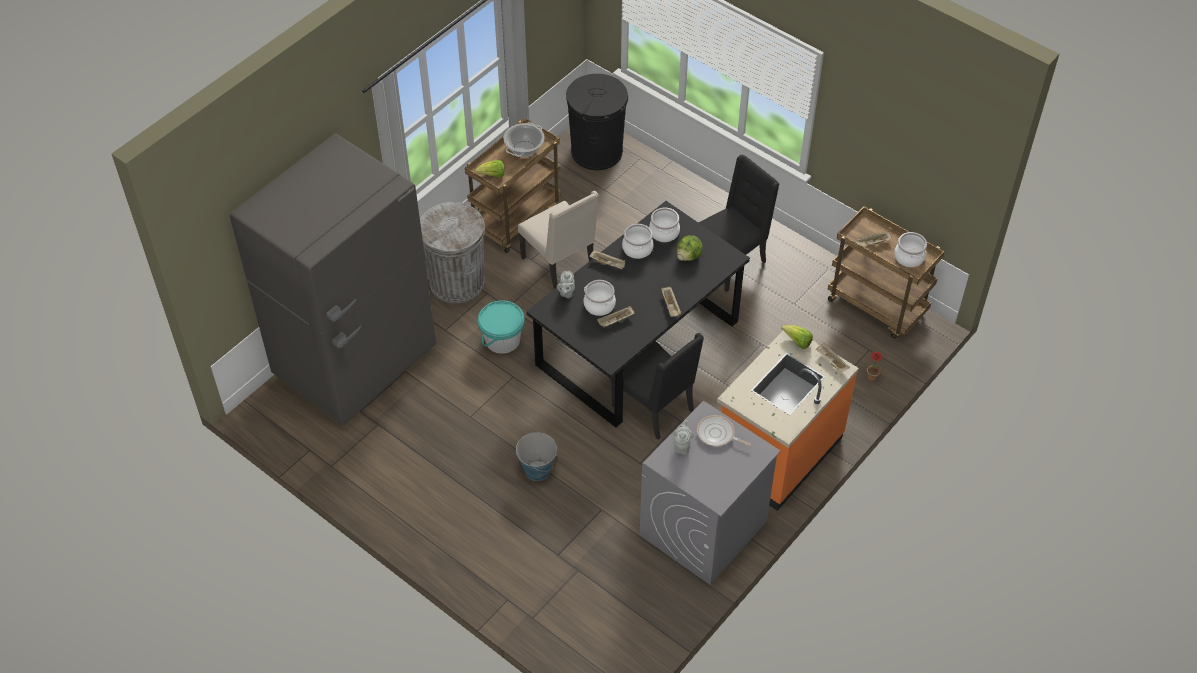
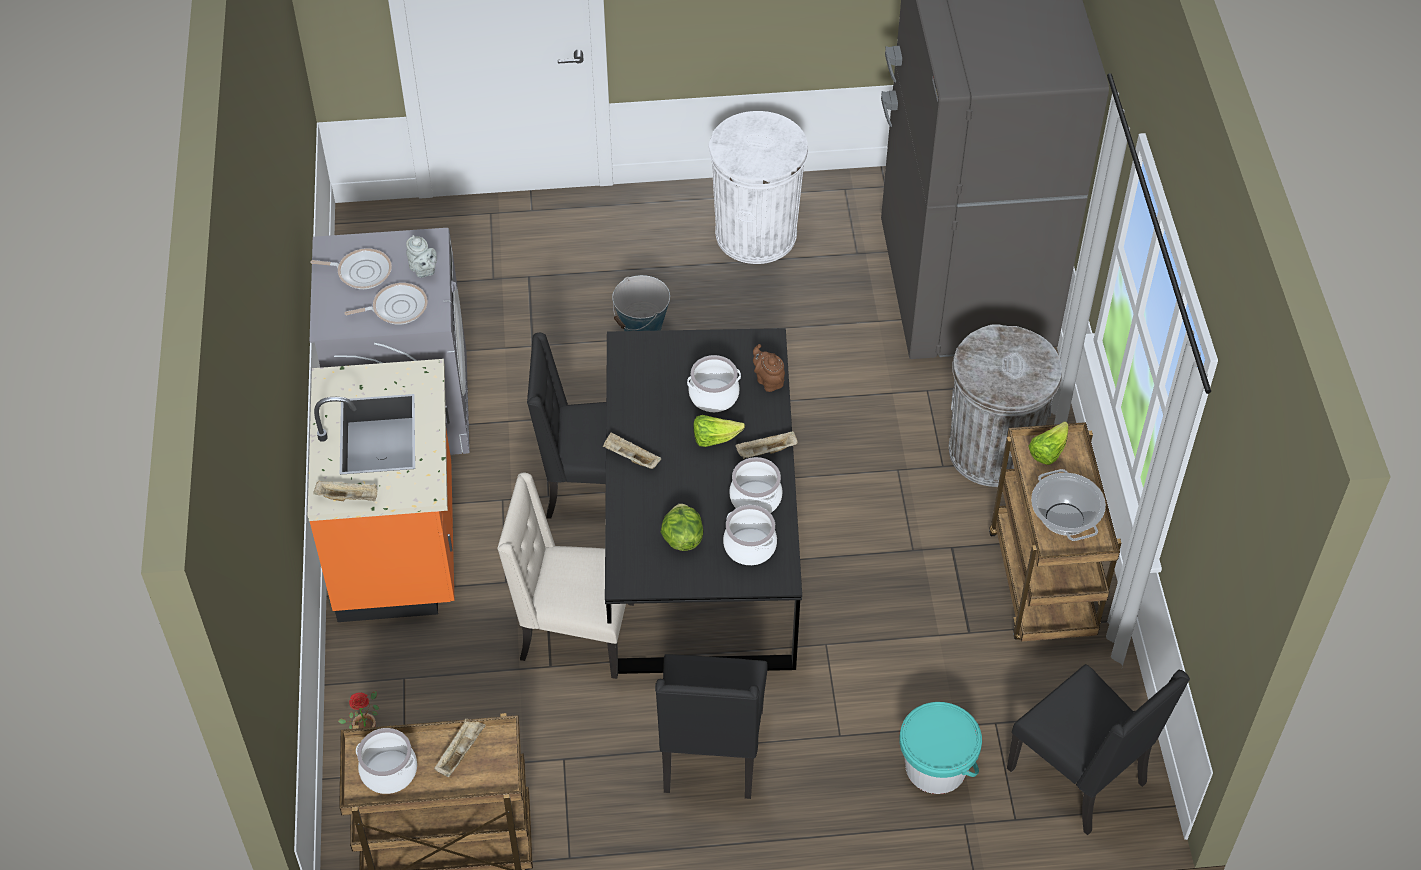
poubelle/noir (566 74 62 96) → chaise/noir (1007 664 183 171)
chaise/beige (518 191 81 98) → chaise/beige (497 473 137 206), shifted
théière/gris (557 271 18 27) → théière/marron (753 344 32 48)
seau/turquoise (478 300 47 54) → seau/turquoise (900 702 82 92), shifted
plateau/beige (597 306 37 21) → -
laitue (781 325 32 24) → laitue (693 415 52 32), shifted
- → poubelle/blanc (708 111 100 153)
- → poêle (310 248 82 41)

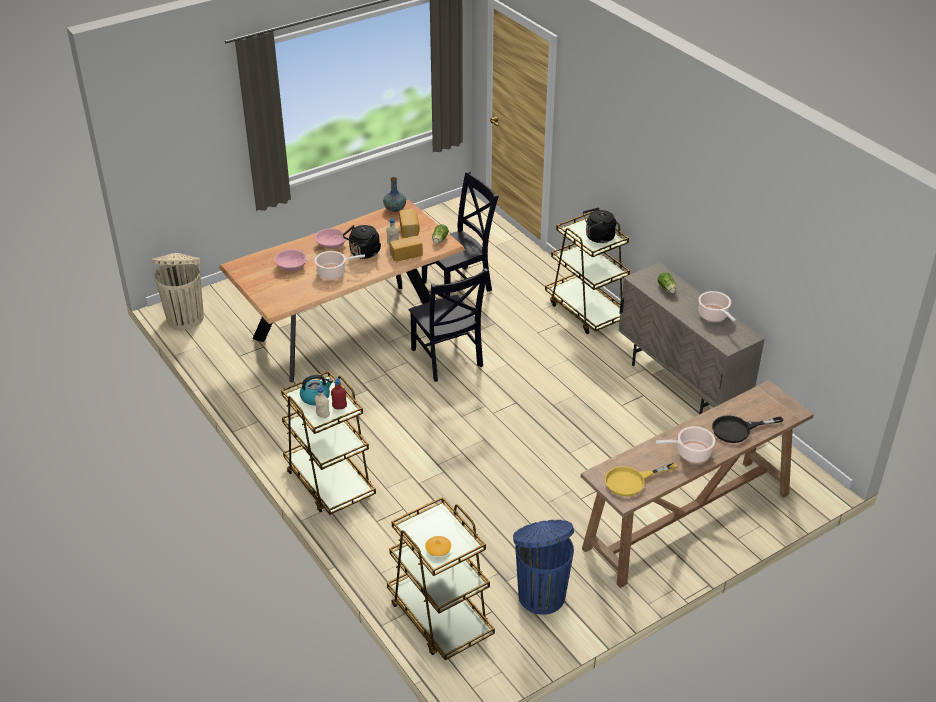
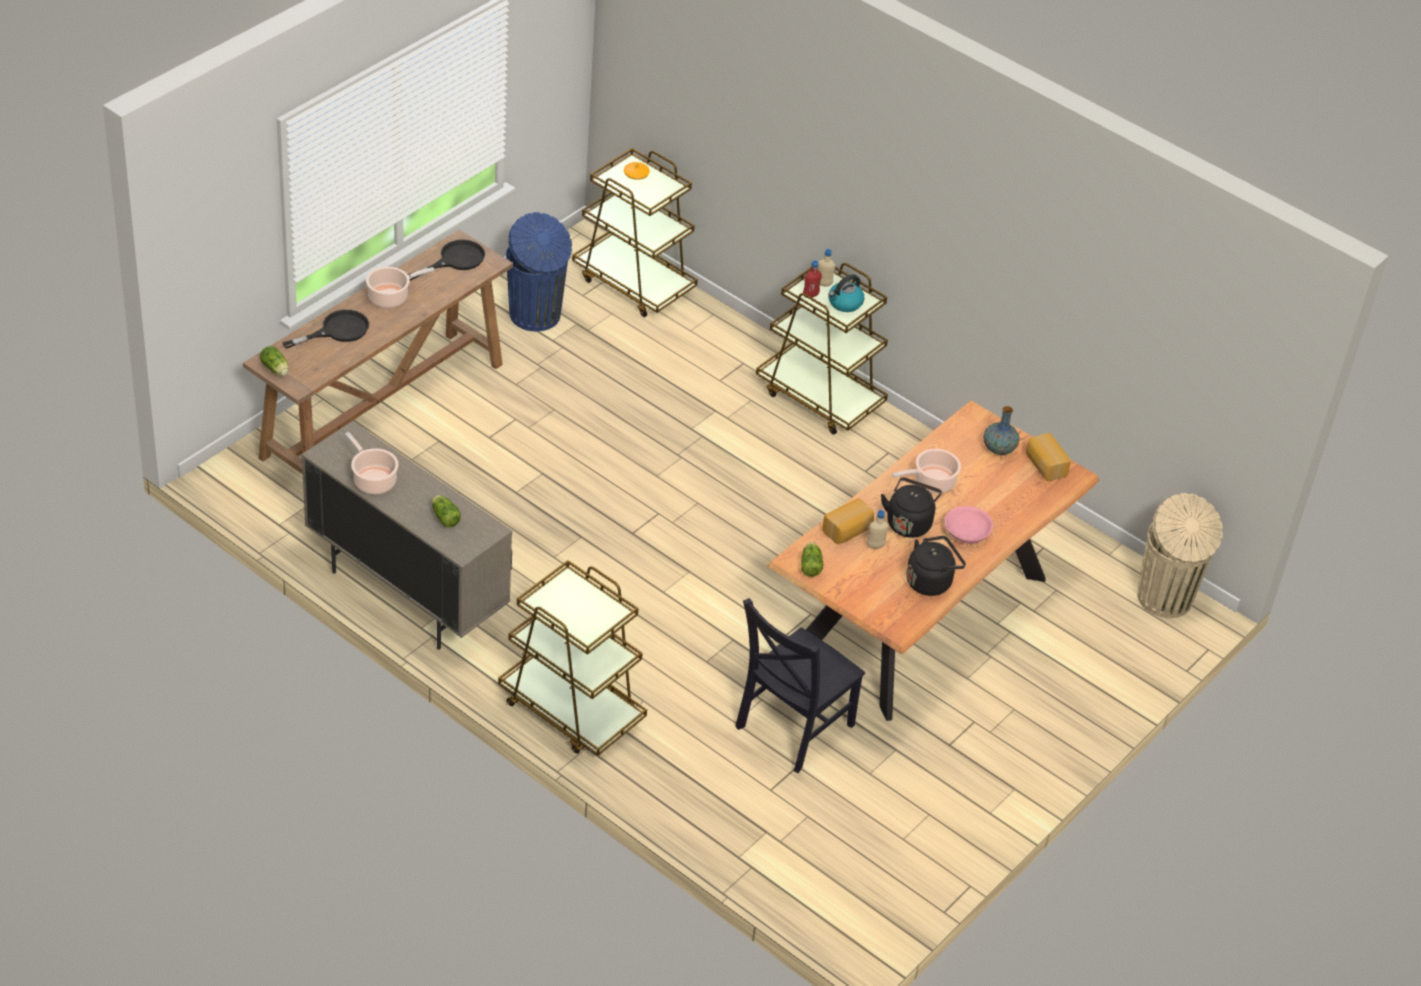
vase (383 177 23 35) → vase (983 406 36 49), shifted
bouilloire/noir (583 207 33 36) → bouilloire/noir (906 536 60 60), shifted
pain (399 209 21 29) → pain (1026 433 45 48), shifted
bol/rose (274 249 33 22) → -
chaise/noir (409 268 80 114) → -
poêle/jaune (605 463 73 33) → poêle/noir (407 240 78 40)
- → laitue (260 346 29 30)

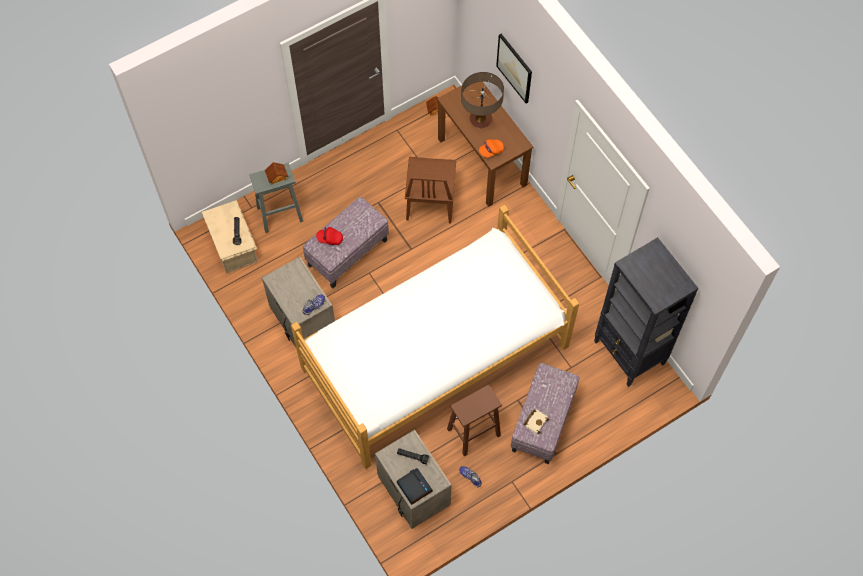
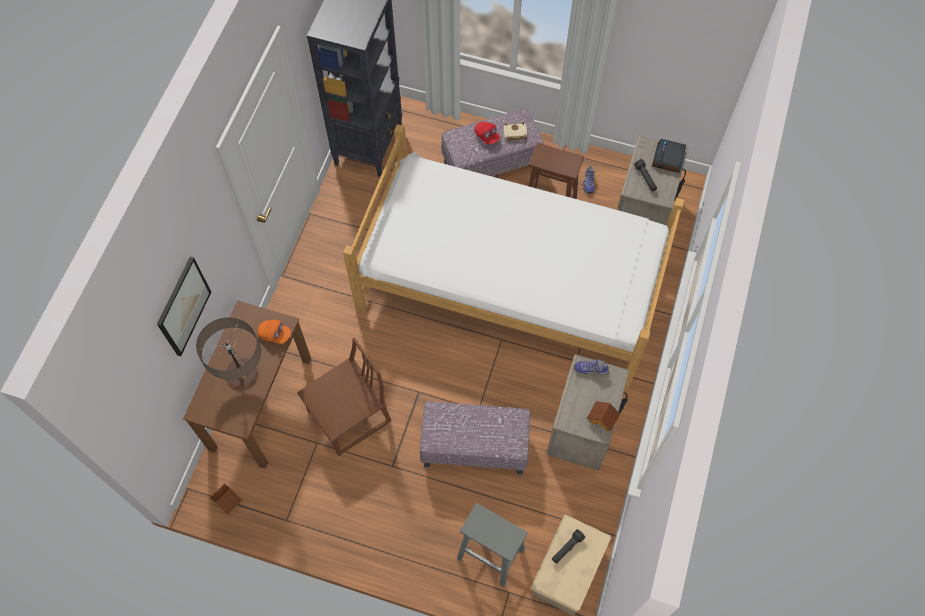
maison miniature (265 162 23 22) → maison miniature (587 401 33 31), shifted
casquette/rouge (316 227 27 18) → casquette/rouge (474 122 26 23), shifted

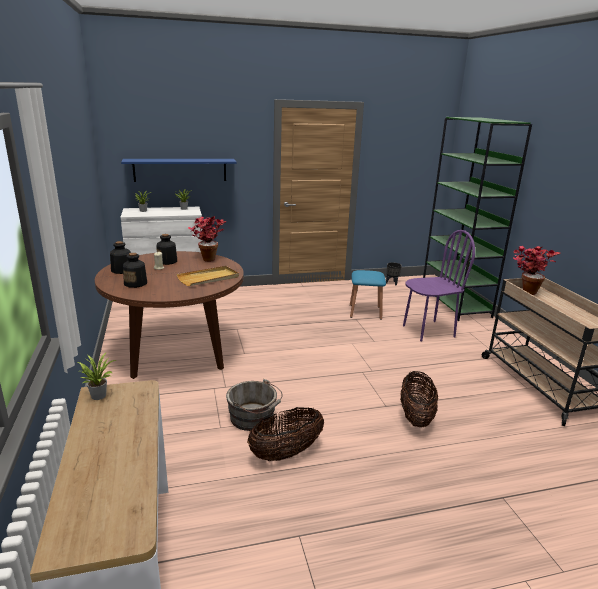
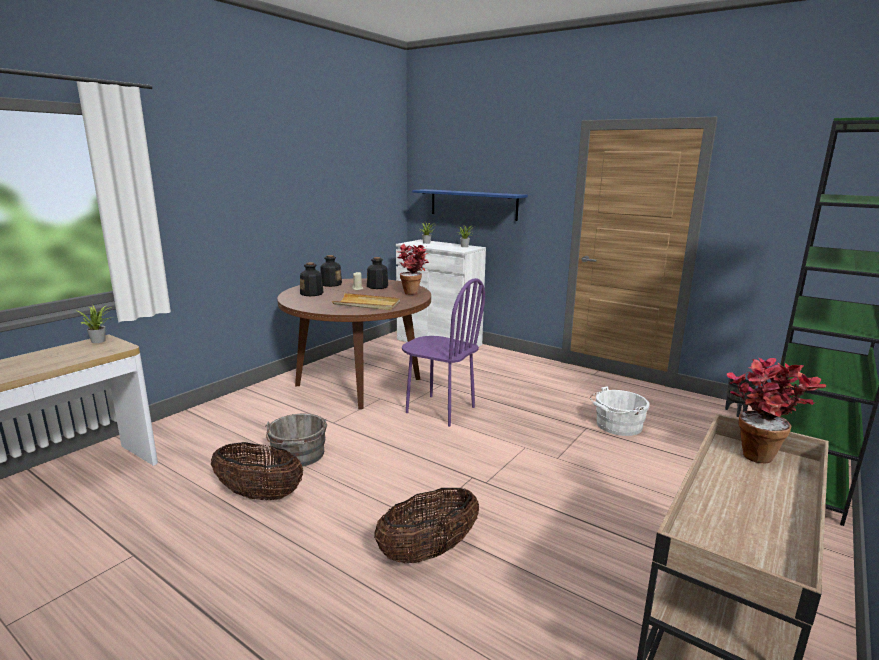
chaise/violet (403 230 72 111) → chaise/violet (402 278 83 149), shifted
tabouret/bleu (350 270 36 50) → seau/blanc (590 386 60 50)

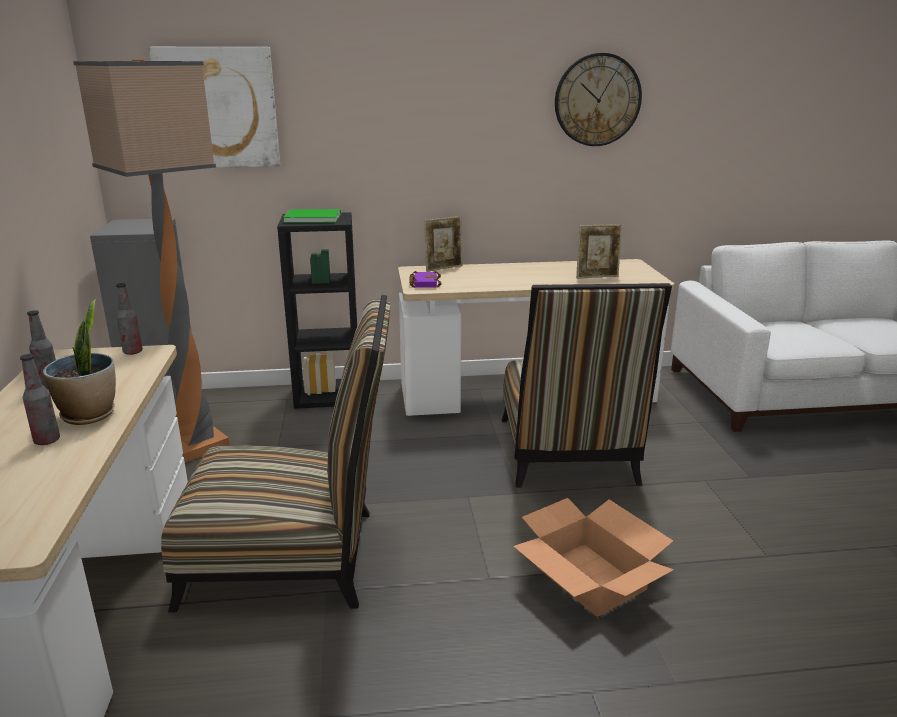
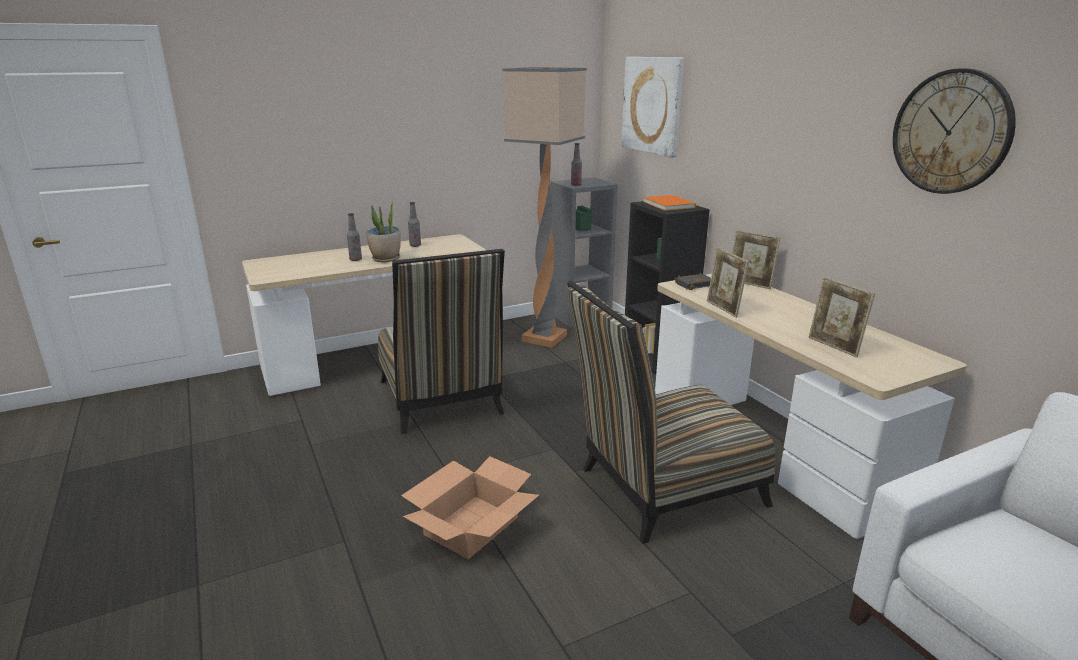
livre/vert (283 209 58 14) → livre/orange (643 195 53 16)
livre/violet (409 271 32 17) → livre/noir (675 273 36 17)
bouteille (116 283 27 72) → bouteille (571 143 11 43), shifted
- → cadre photo (707 247 42 71)

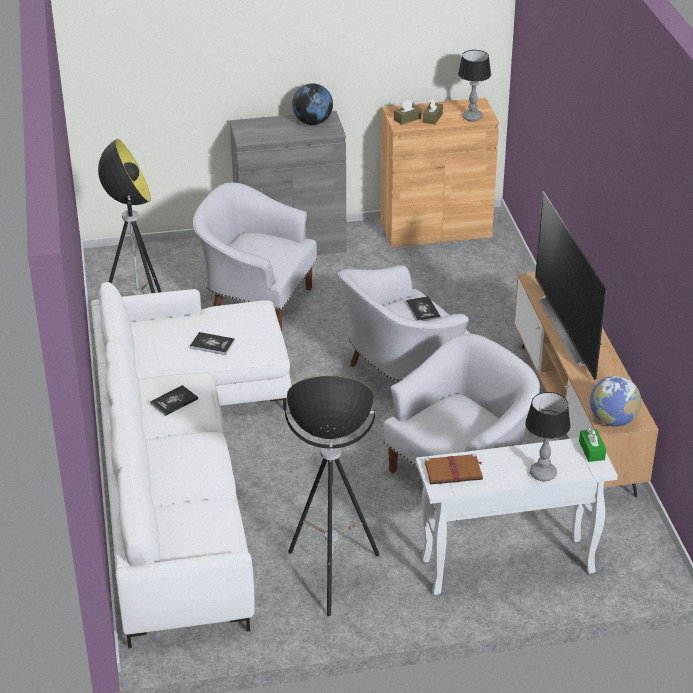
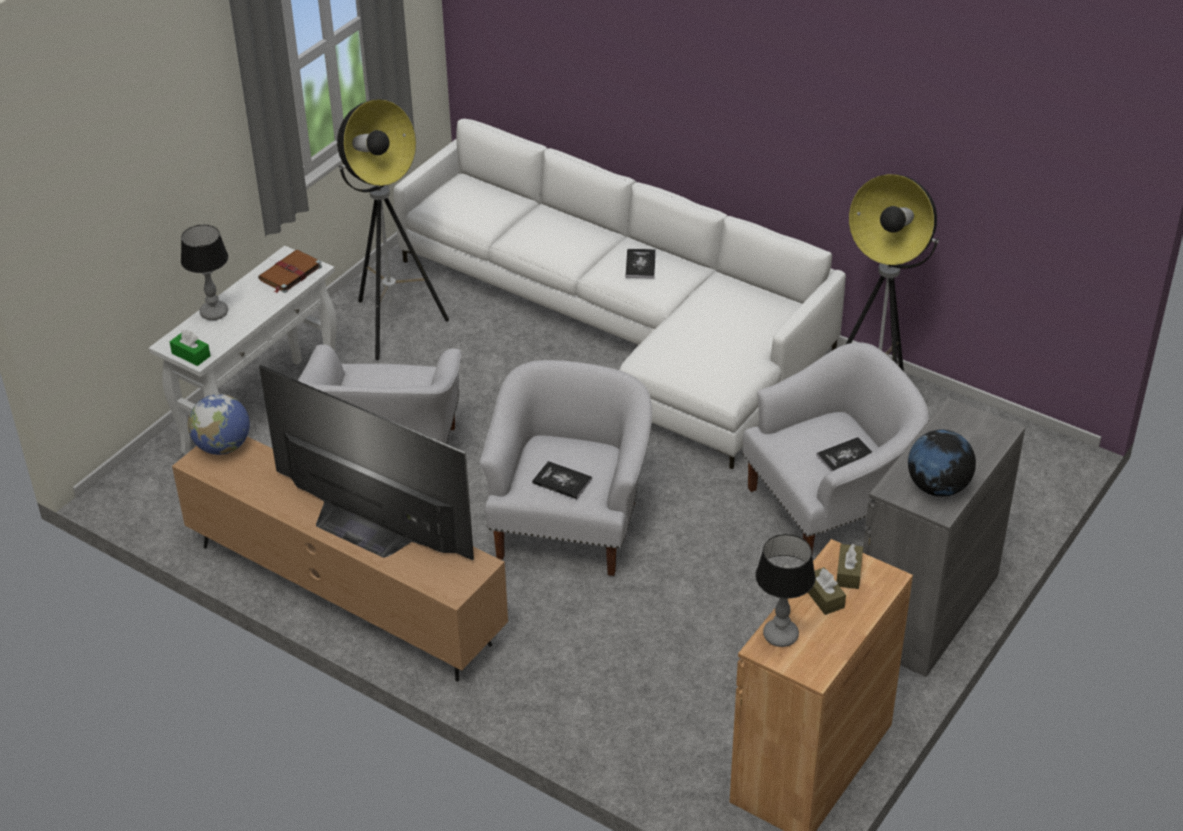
livre (190 332 45 23) → livre (816 437 56 35), shifted

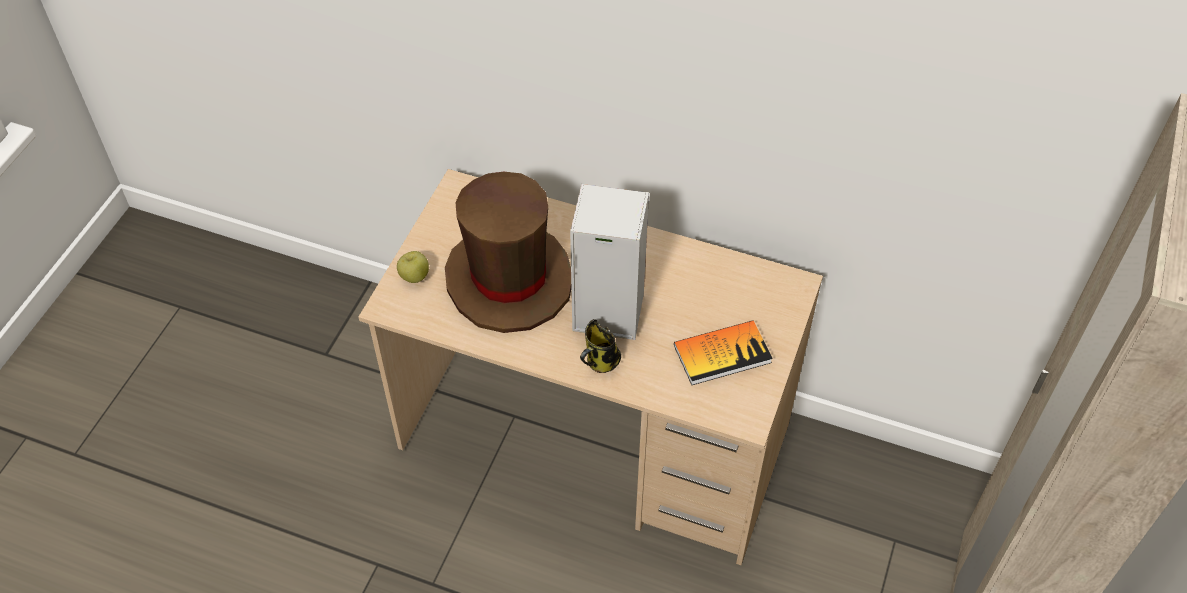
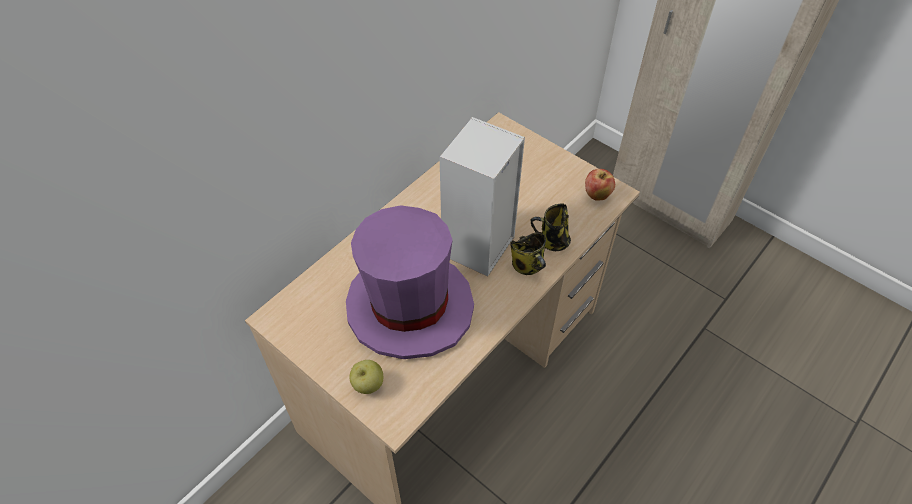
chapeau/marron (445 172 126 161) → chapeau/violet (346 205 128 154)
livre (674 321 99 64) → -
- → pomme (585 169 30 32)
- → mug (531 203 40 48)

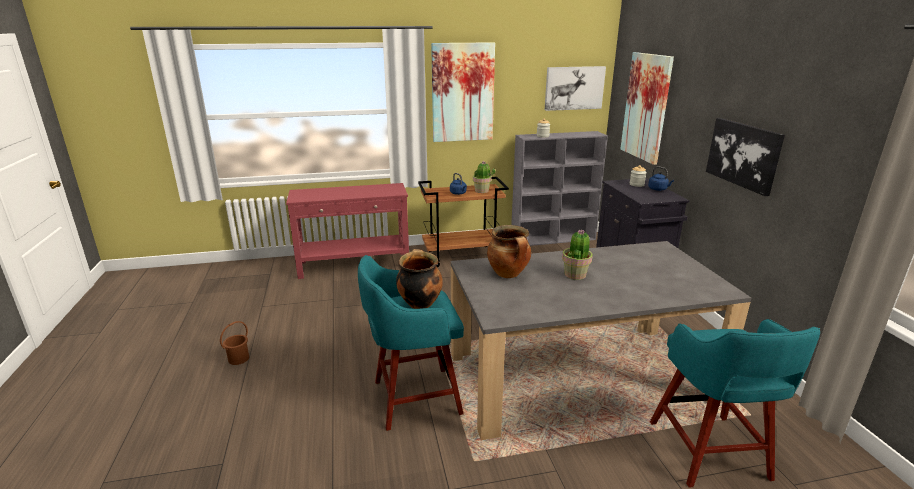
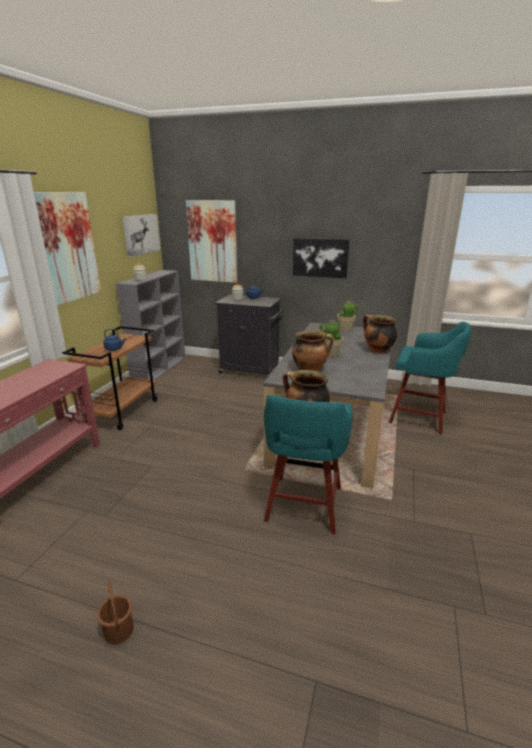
plante en pot (473 161 22 32) → plante en pot (337 300 21 32), shifted
- → marmite (363 315 35 38)

